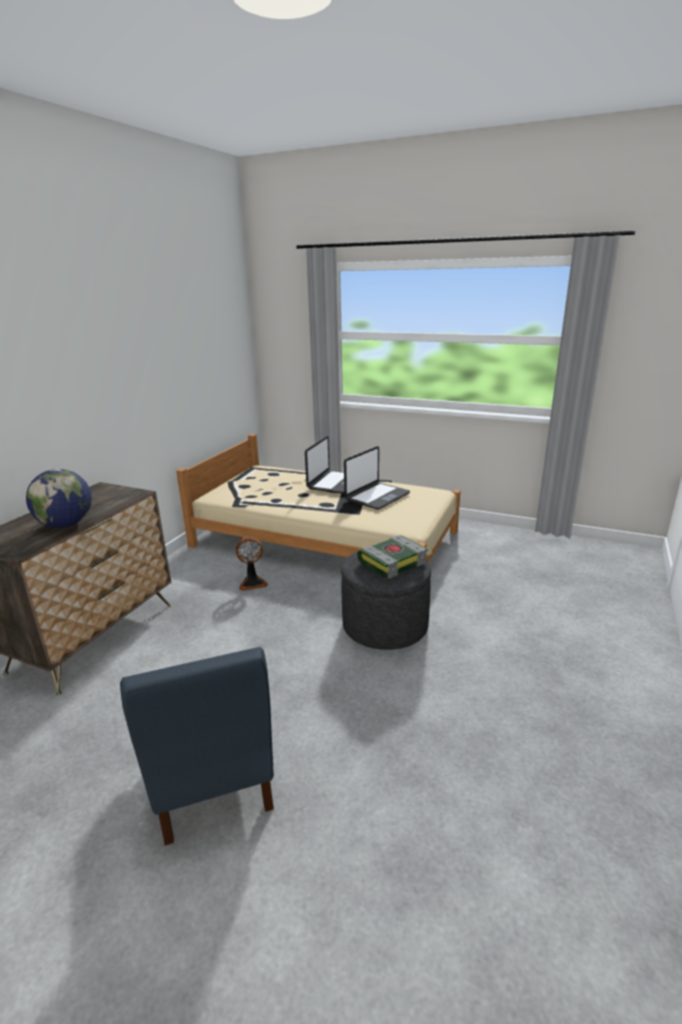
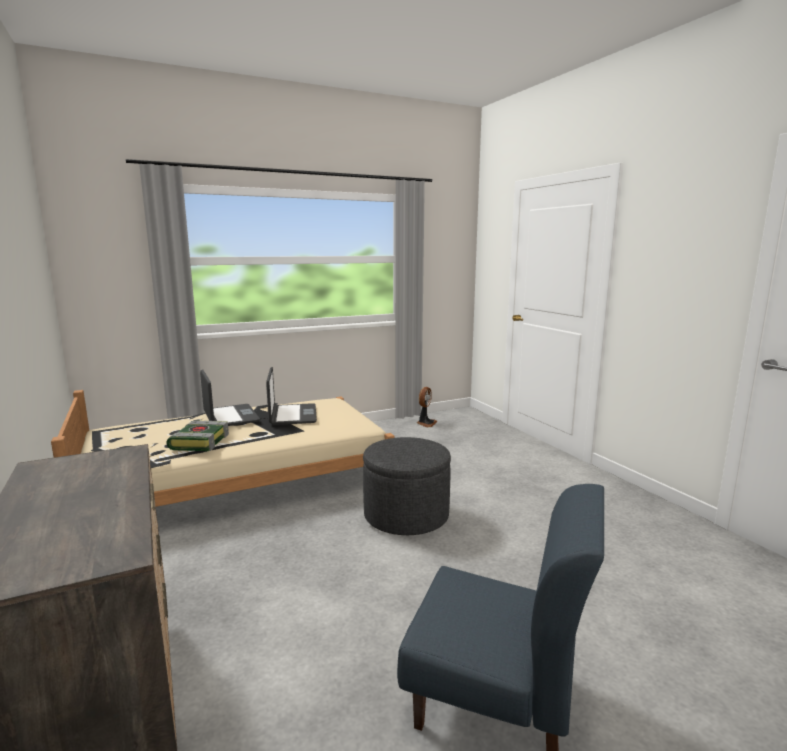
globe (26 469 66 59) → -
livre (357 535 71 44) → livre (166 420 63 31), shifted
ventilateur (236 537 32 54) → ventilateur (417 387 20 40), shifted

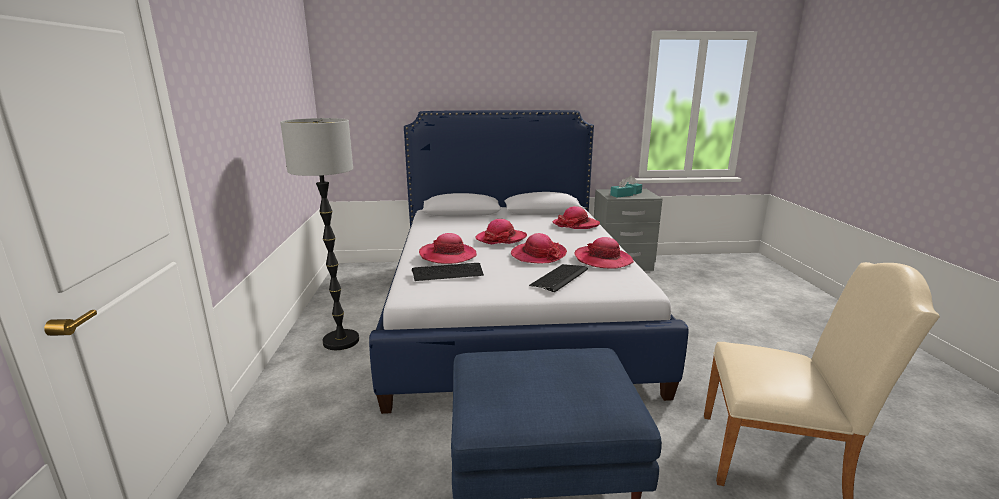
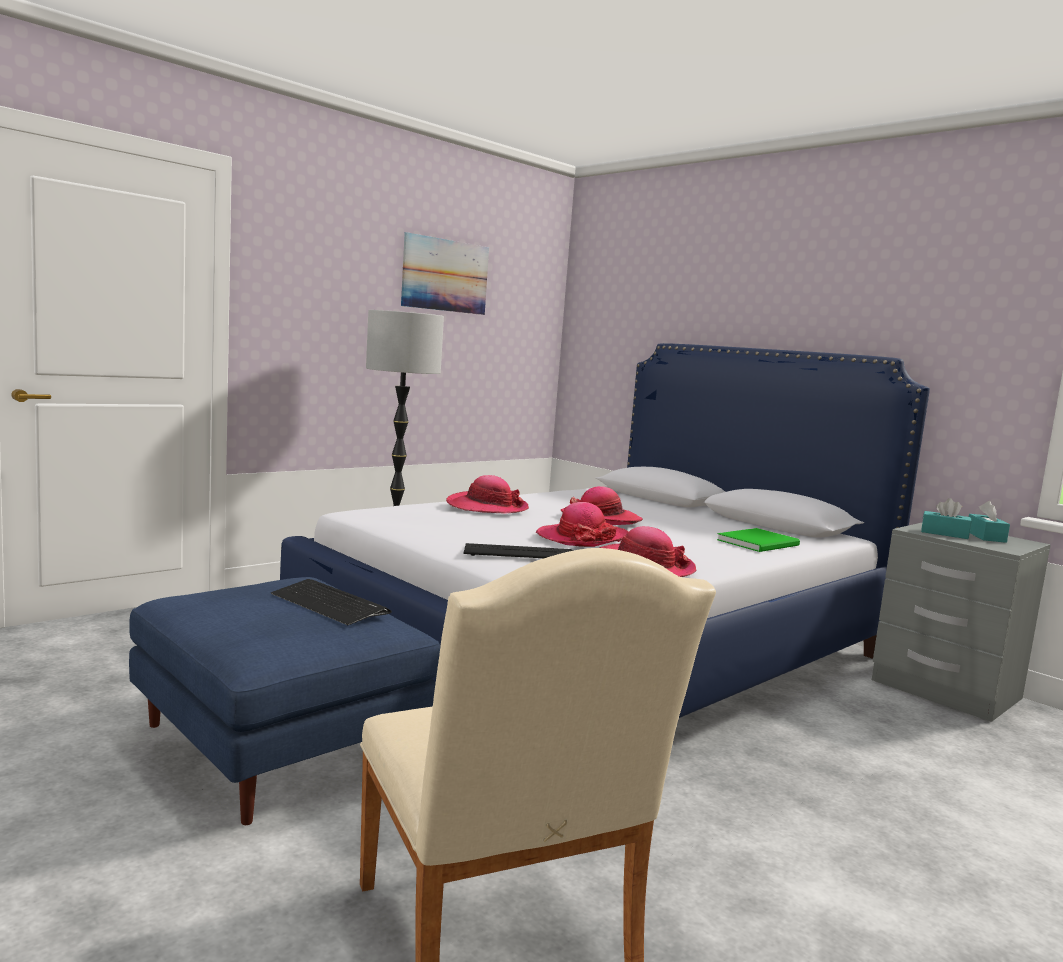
chapeau (553 206 47 23) → livre/vert (717 528 83 24)
clavier (412 263 72 18) → clavier (271 579 121 46), shifted
- → tableau (401 232 88 83)

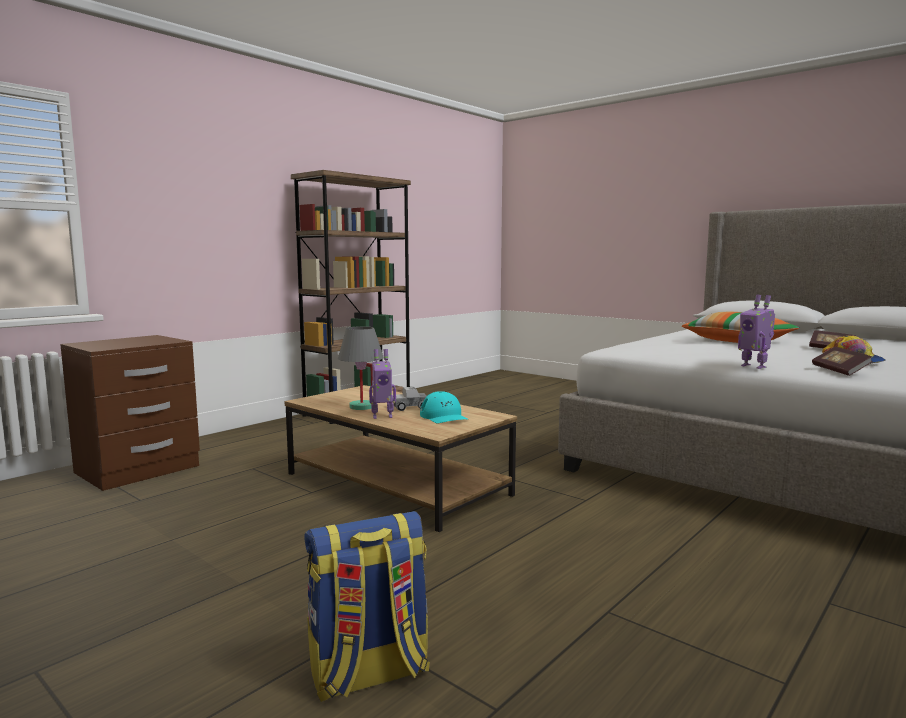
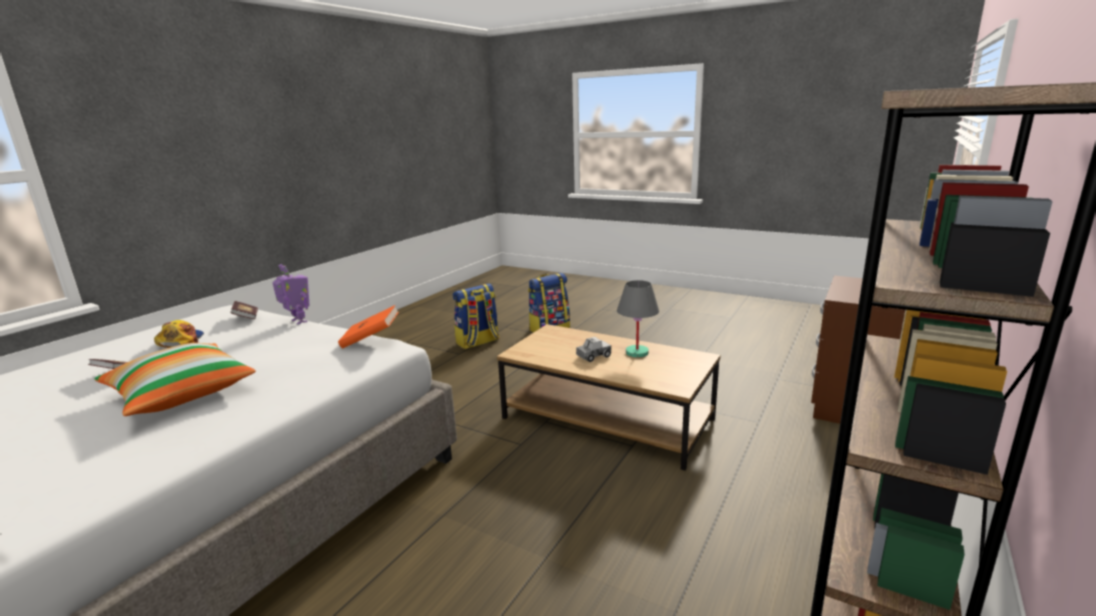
robot jouet (369 349 27 70) → -
casquette/turquoise (420 391 48 32) → -
- → sac à dos (453 283 46 66)
- → livre/orange (338 305 61 44)

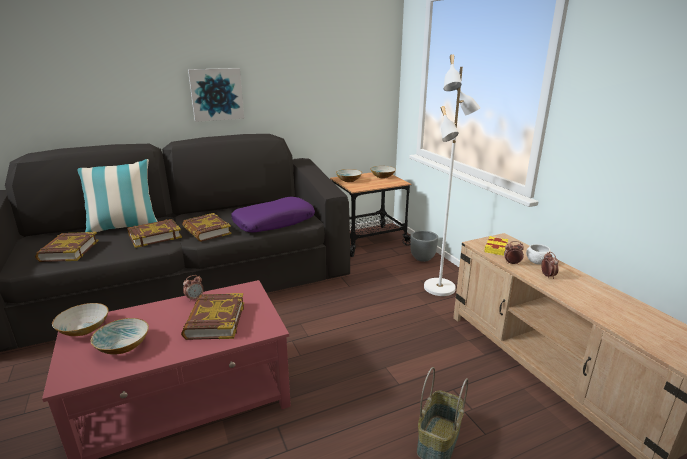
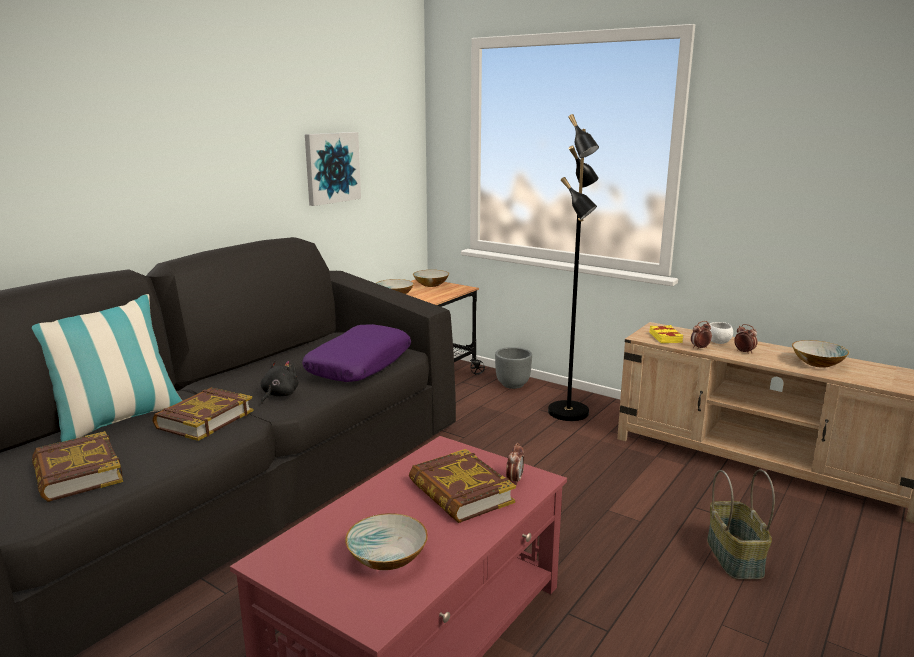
lampadaire/blanc (424 54 57 242) → lampadaire/noir (548 114 51 307)
tableau (188 68 56 54) → tableau (305 132 56 74), shifted
livre (182 213 50 29) → peluche/noir (261 360 38 44)
réveil (183 275 21 26) → réveil (506 443 18 43), shifted
bol (52 303 57 33) → bol (792 340 57 28), shifted

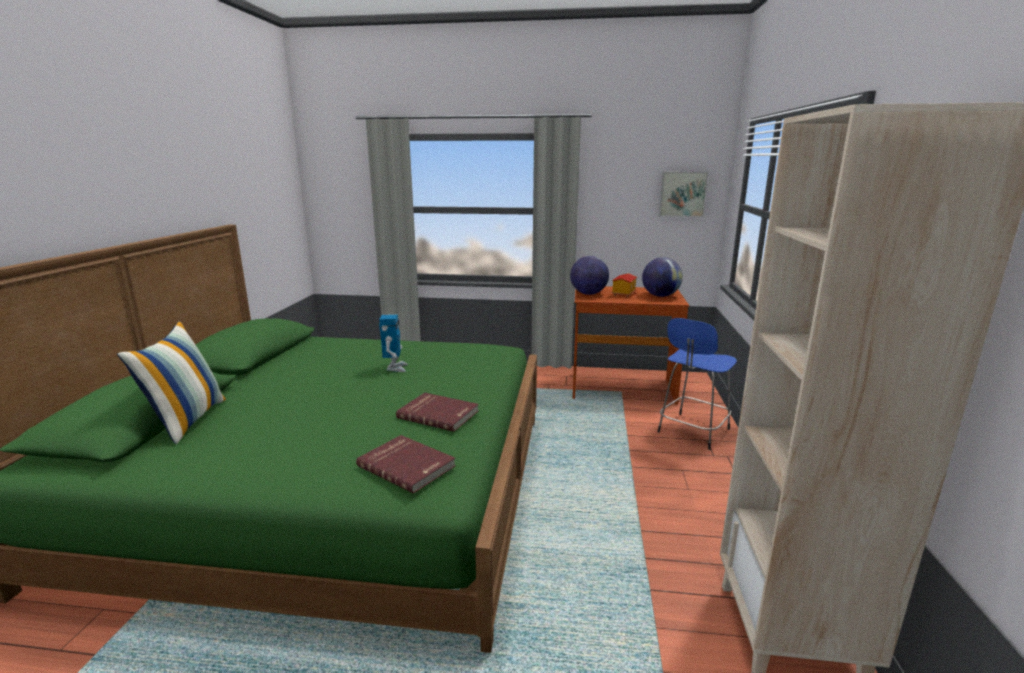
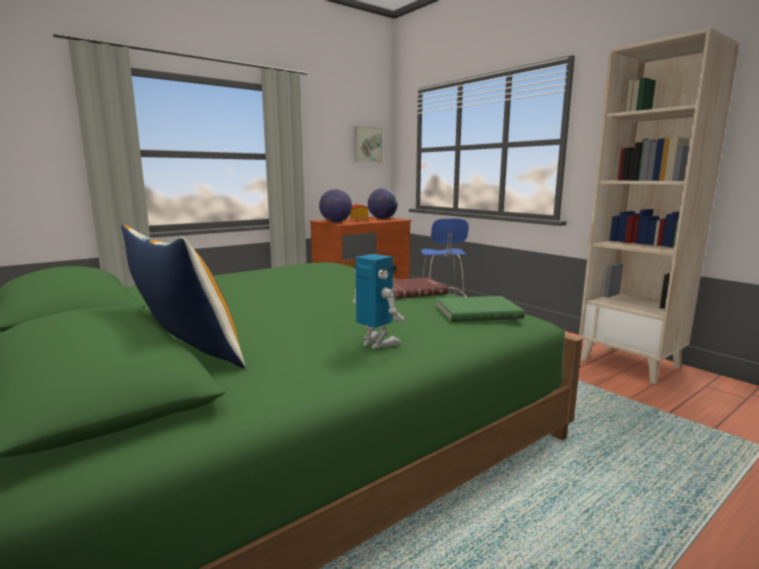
robot jouet (379 314 29 58) → robot jouet (353 254 51 95), shifted
livre/rouge (356 435 100 59) → livre/vert (436 296 89 26)

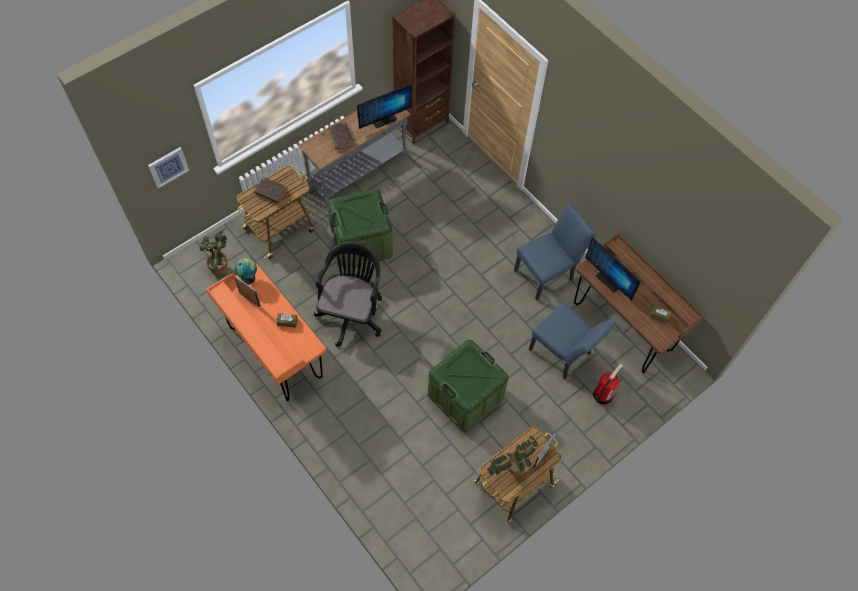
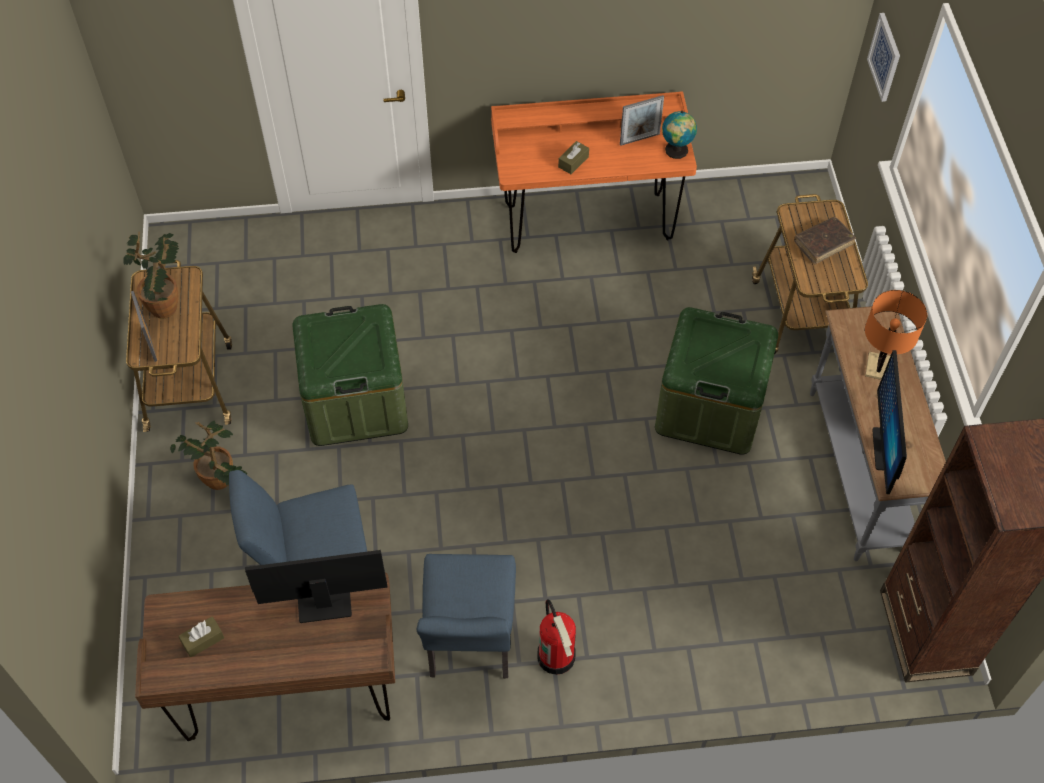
livre/marron (328 122 26 27) → lampe de table/orange (865 290 62 90)
plante en pot (200 231 27 44) → plante en pot (170 420 77 70), shifted
chaise de bureau/noir (314 242 68 105) → -
extincteur (593 363 30 42) → extincteur (537 599 39 76), shifted

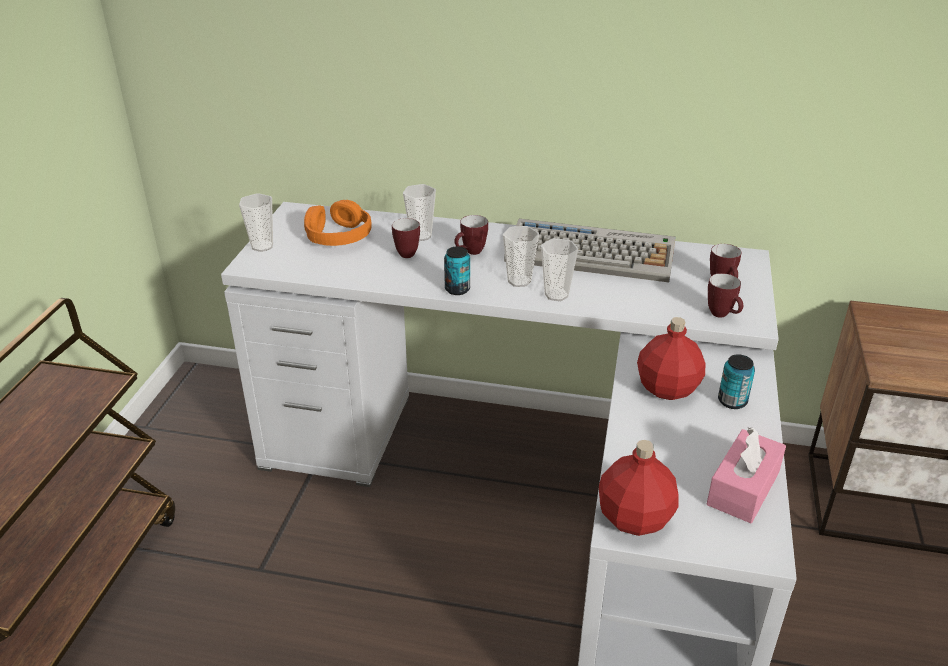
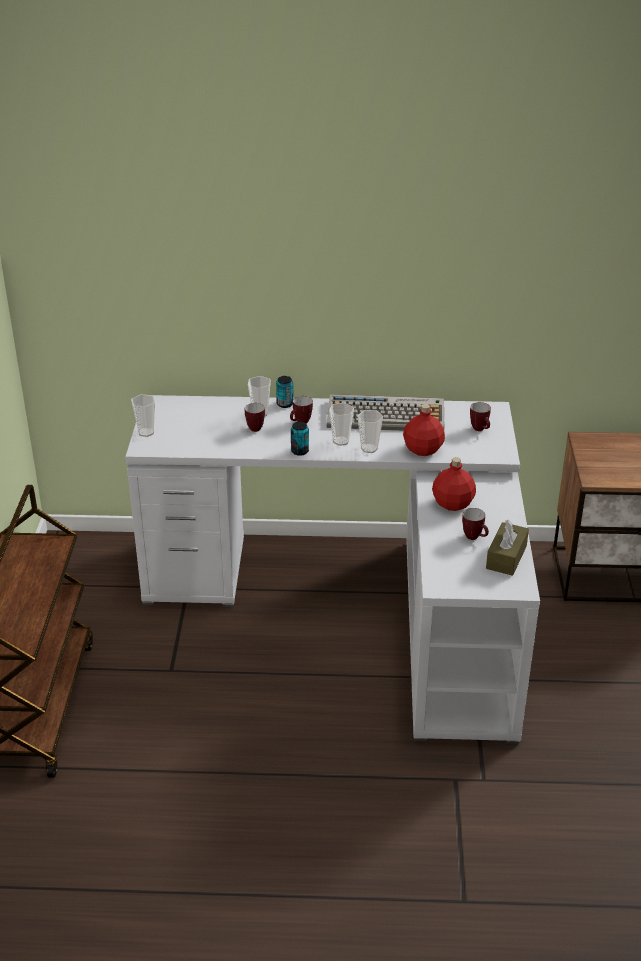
casque audio/orange (304 200 67 46) → -
mug (708 273 35 45) → mug (462 508 27 32), shifted
boîte métallique (718 354 37 55) → boîte métallique (276 376 18 32), shifted
boîte à mouchoirs/rose (707 427 79 96) → boîte à mouchoirs/marron (486 520 43 56)
bouteille/rouge (599 440 80 96) → bouteille/rouge (403 404 42 52), shifted

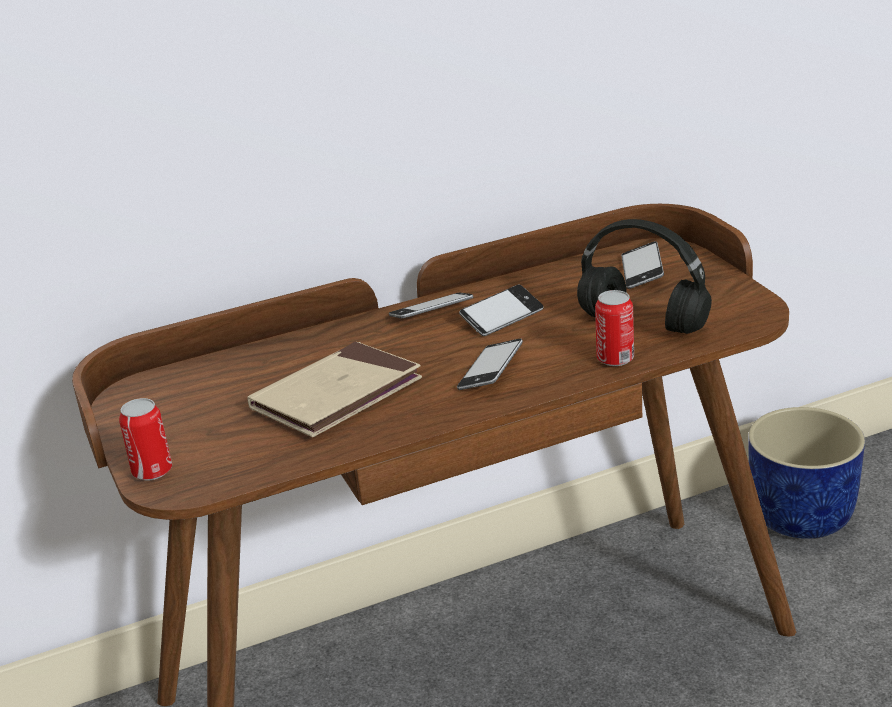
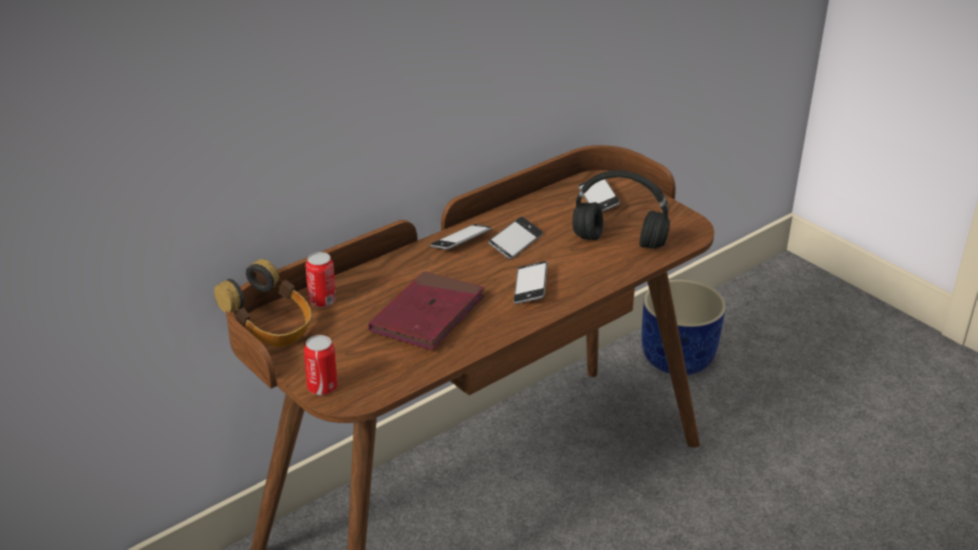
boîte métallique (595 290 39 76) → boîte métallique (306 252 30 55), shifted
livre/beige (247 342 175 95) → livre/rouge (368 271 116 79)
- → casque audio (214 259 98 88)

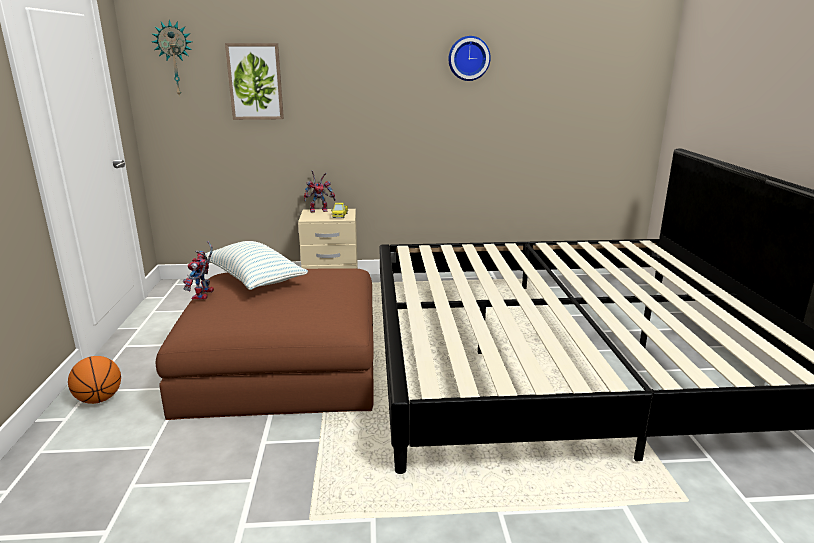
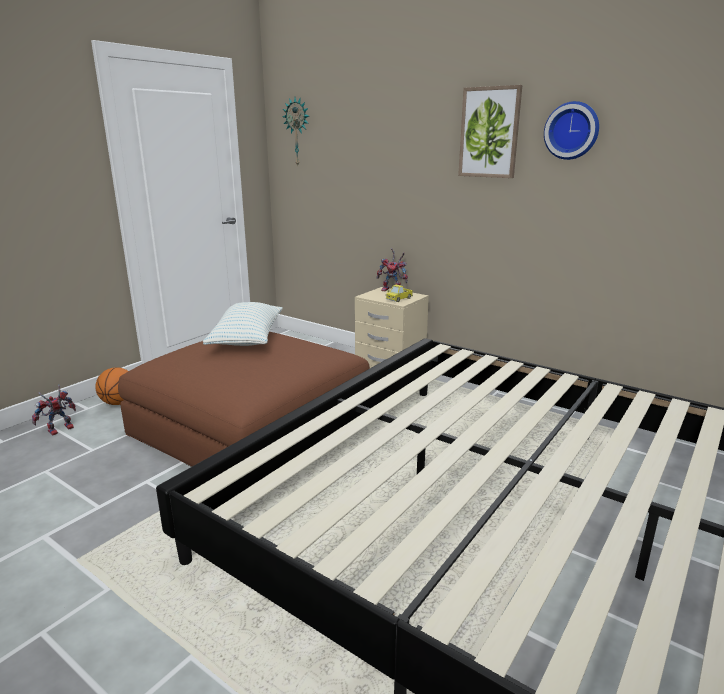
tableau (225 43 59 77) → tableau (458 85 64 93), shifted
robot jouet (183 241 31 58) → robot jouet (32 385 44 50), shifted

